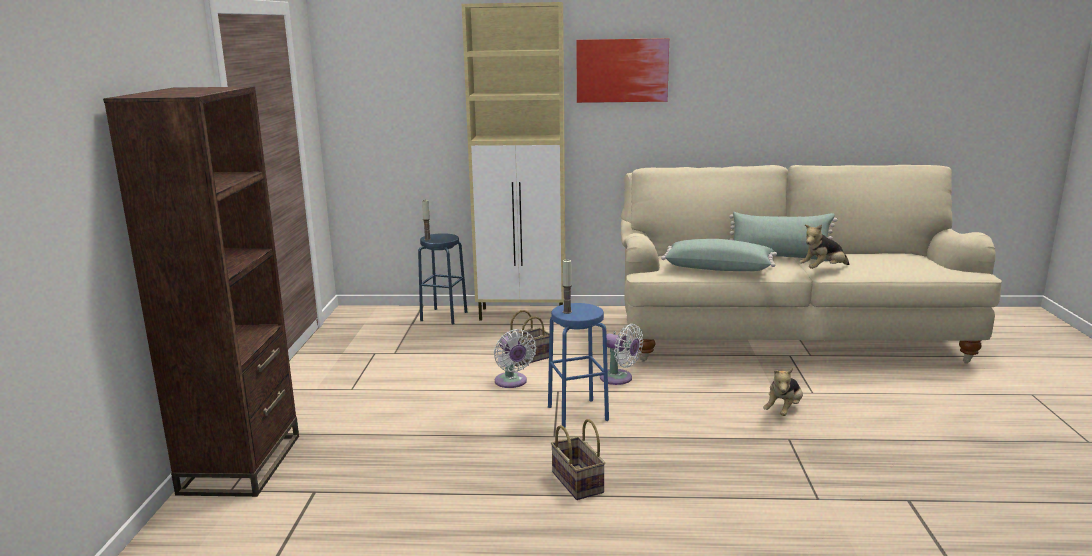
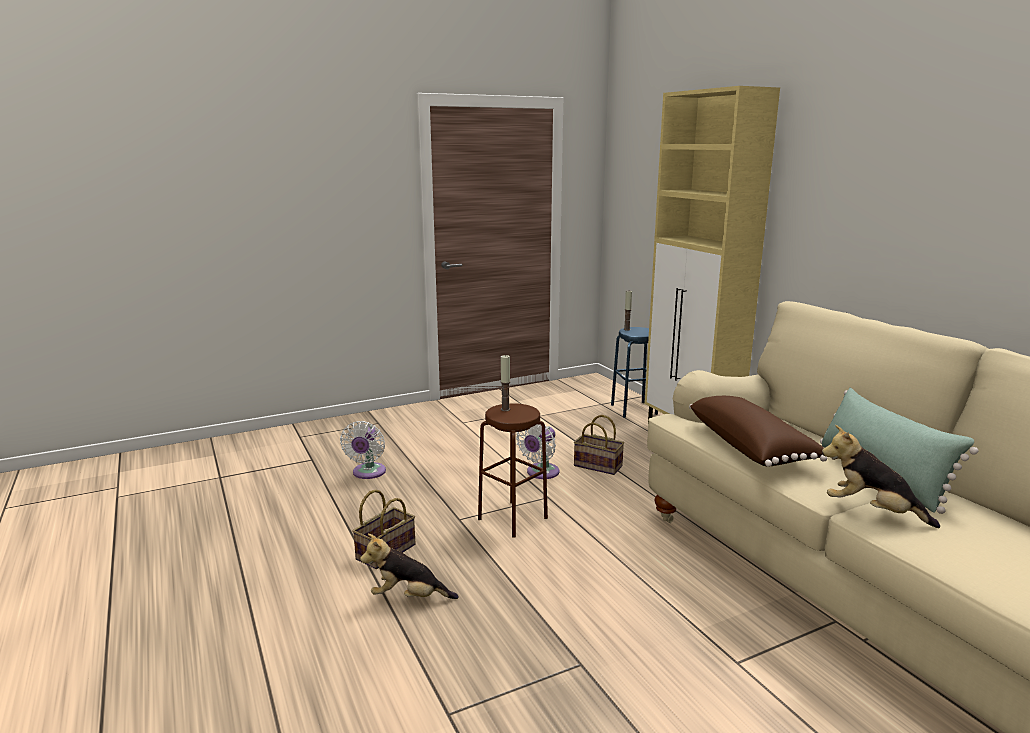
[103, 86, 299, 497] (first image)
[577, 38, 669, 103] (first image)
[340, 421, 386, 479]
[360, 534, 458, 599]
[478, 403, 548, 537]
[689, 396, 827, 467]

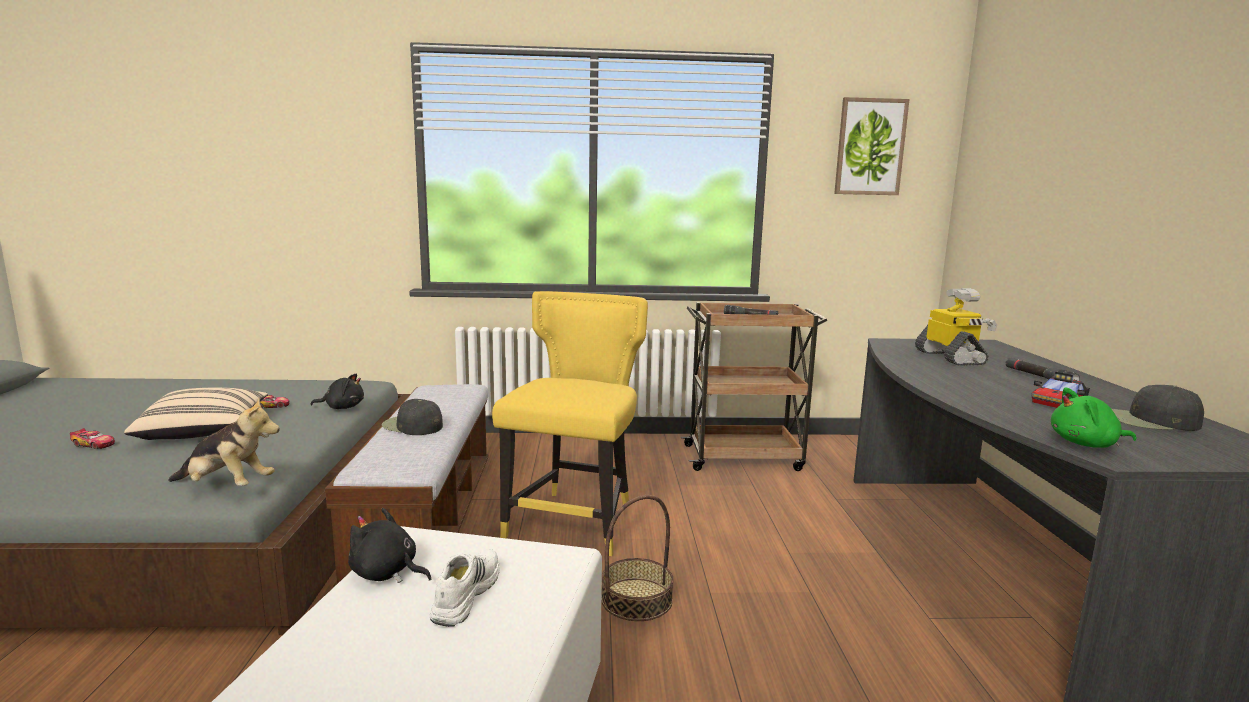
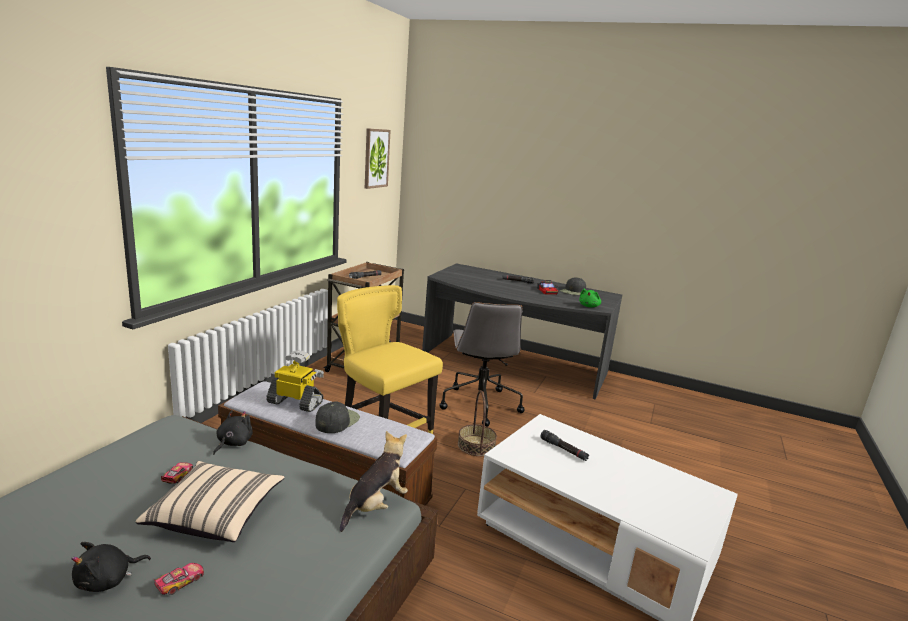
[439, 302, 525, 427]
[71, 542, 151, 592]
[266, 350, 324, 412]
[540, 430, 589, 461]
[315, 401, 360, 433]

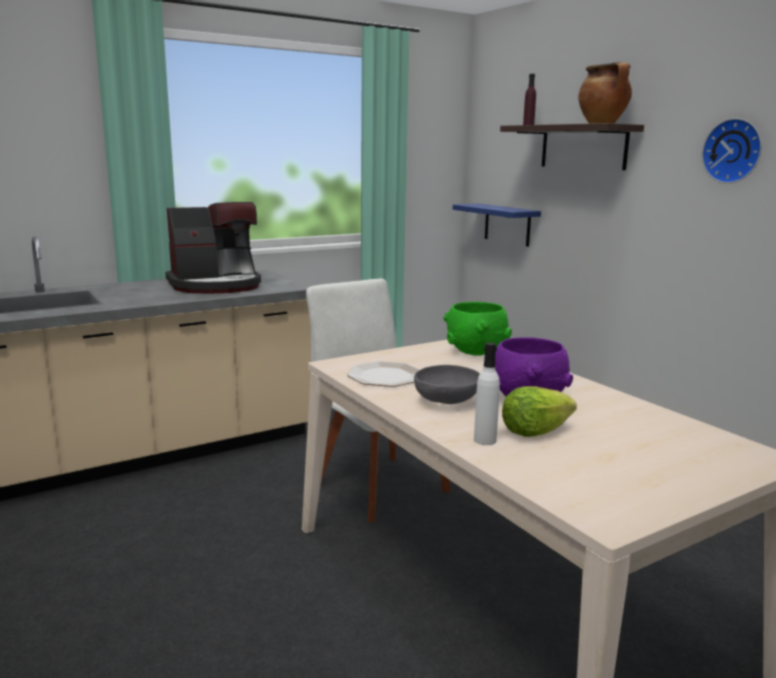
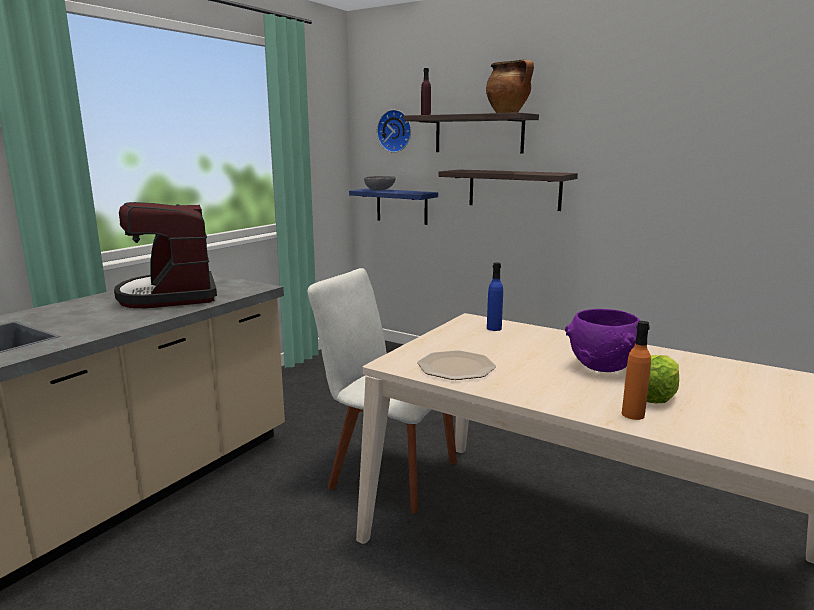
[439, 170, 578, 211]
[364, 176, 396, 191]
[377, 109, 411, 153]
[487, 262, 503, 331]
[622, 321, 651, 420]
[114, 202, 217, 308]

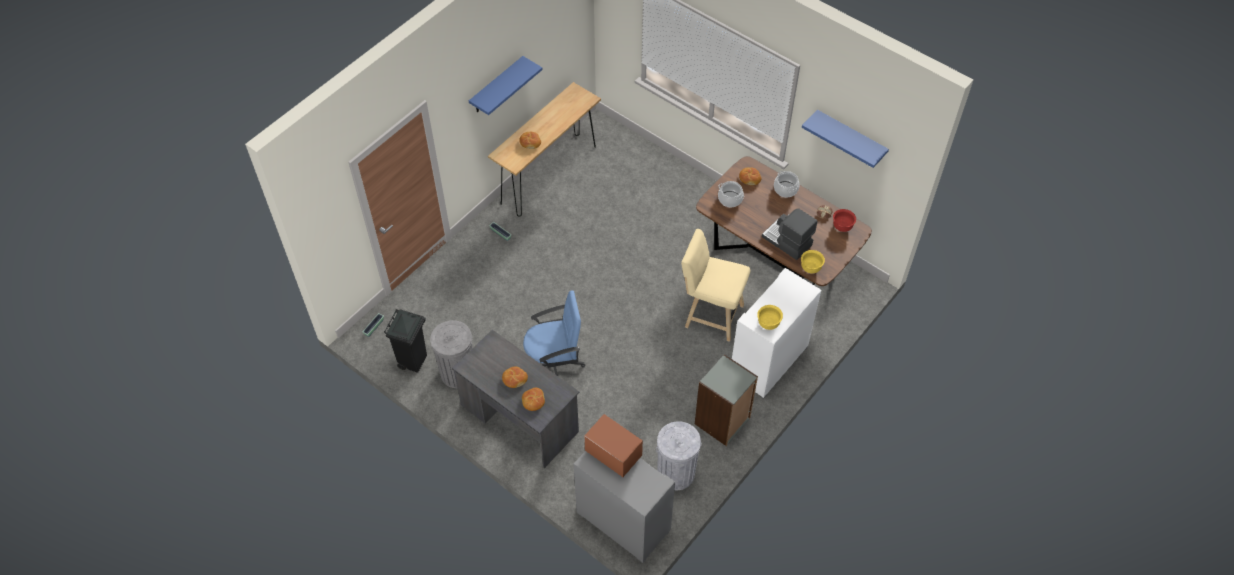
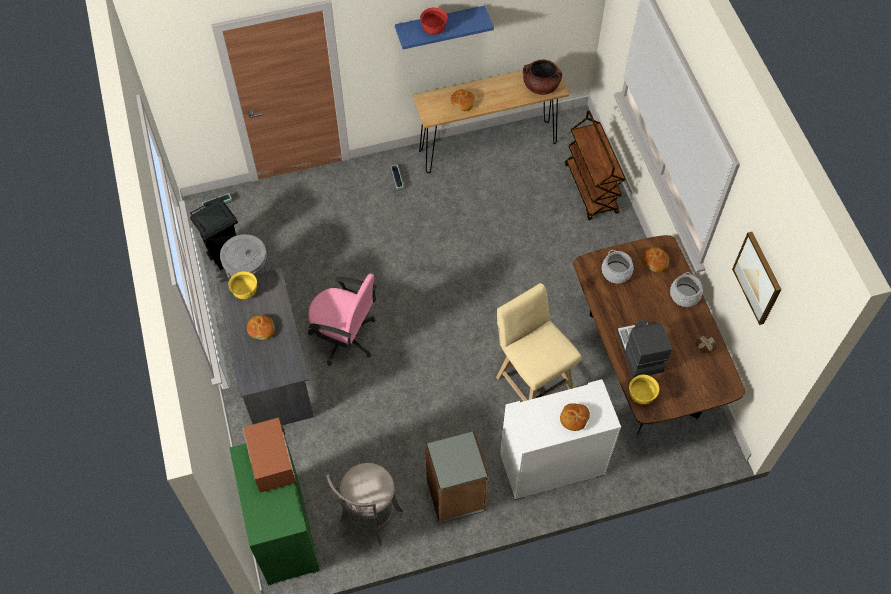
[523, 60, 562, 95]
[565, 110, 626, 220]
[560, 403, 590, 431]
[228, 271, 257, 299]
[420, 8, 448, 35]
[326, 463, 403, 545]
[732, 232, 781, 325]
[308, 273, 377, 366]
[230, 436, 320, 585]

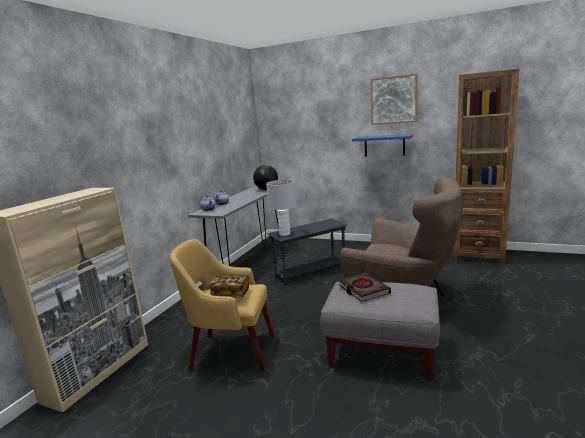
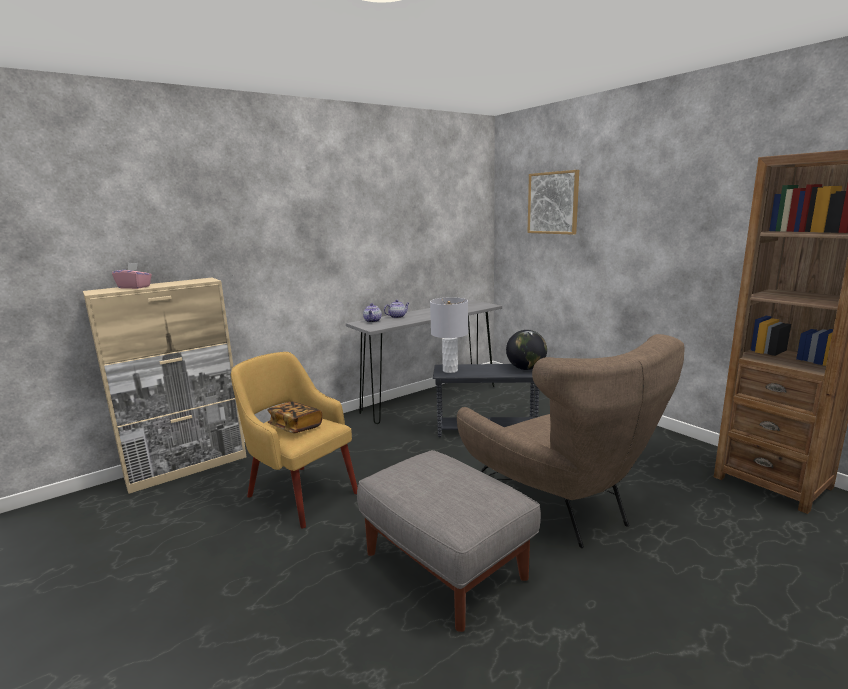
[339, 273, 391, 302] (first image)
[352, 134, 413, 157] (first image)
[112, 263, 152, 289]
[506, 330, 547, 370]
[527, 170, 579, 235]

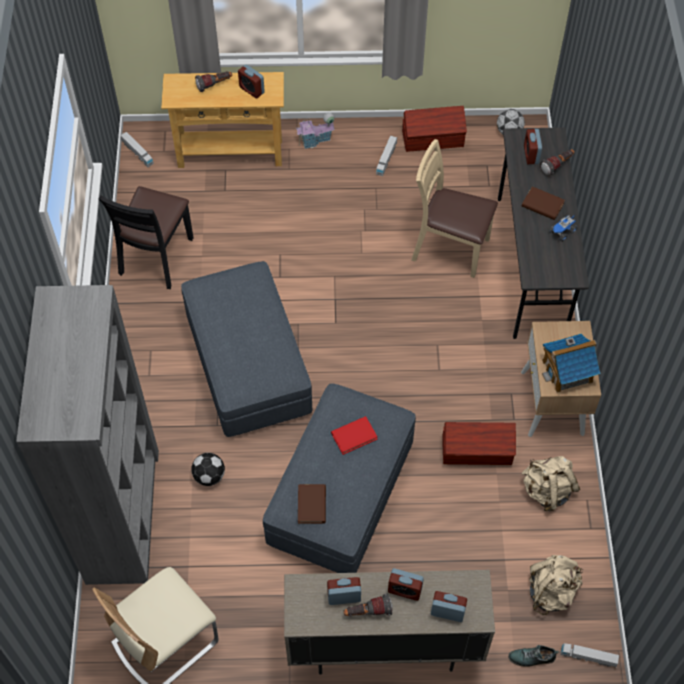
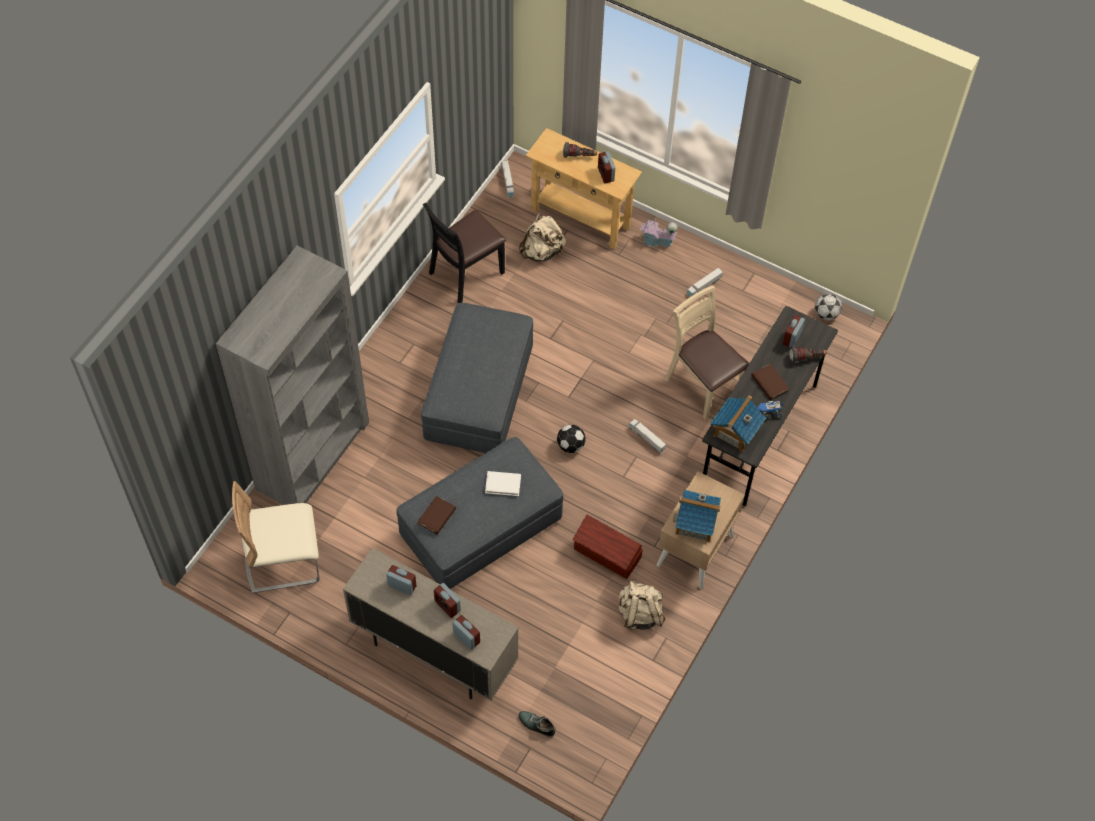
[344, 593, 393, 616] (first image)
[402, 106, 467, 152] (first image)
[710, 395, 766, 452]
[557, 425, 586, 453]
[519, 213, 566, 261]
[628, 419, 666, 454]
[485, 471, 521, 496]

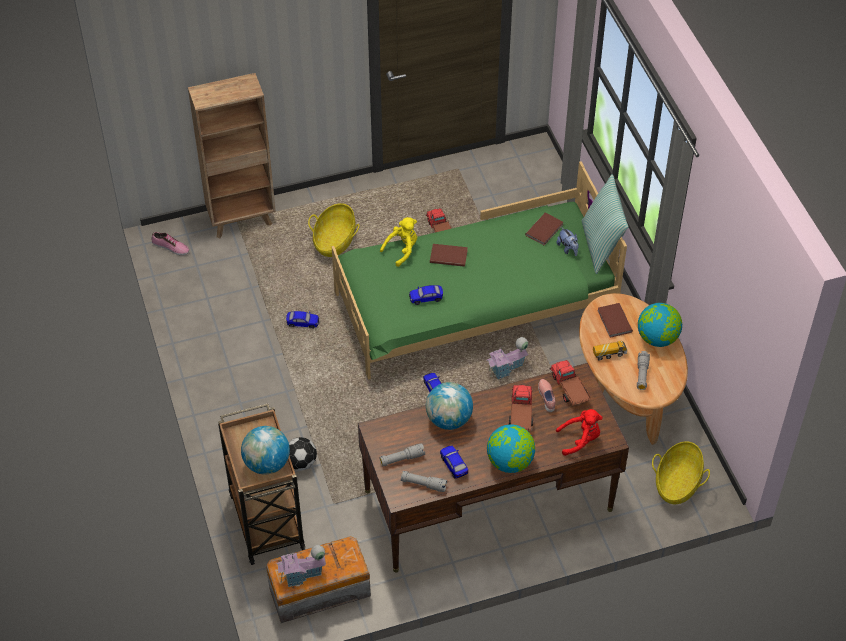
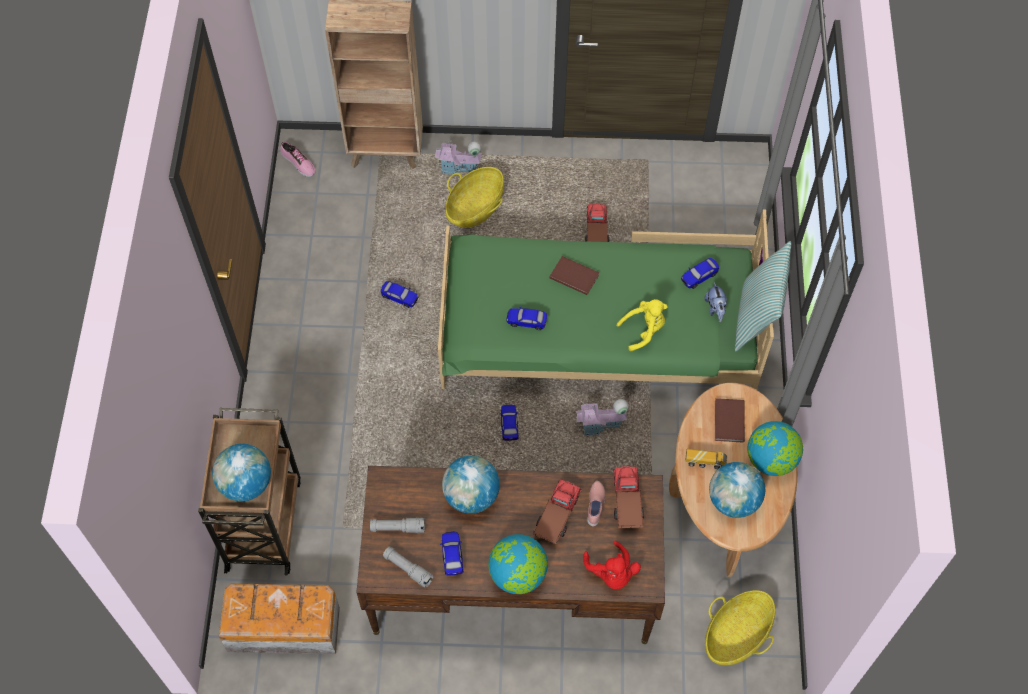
[289, 437, 317, 470] (first image)
[435, 141, 482, 175]
[616, 299, 667, 351]
[681, 258, 719, 289]
[709, 462, 765, 518]
[583, 541, 641, 589]

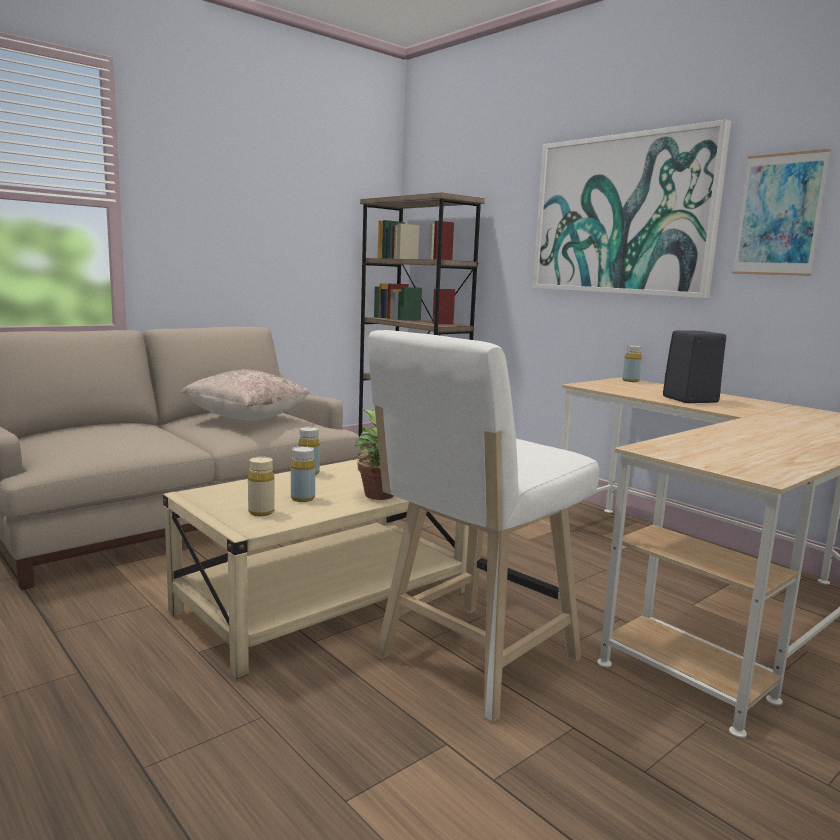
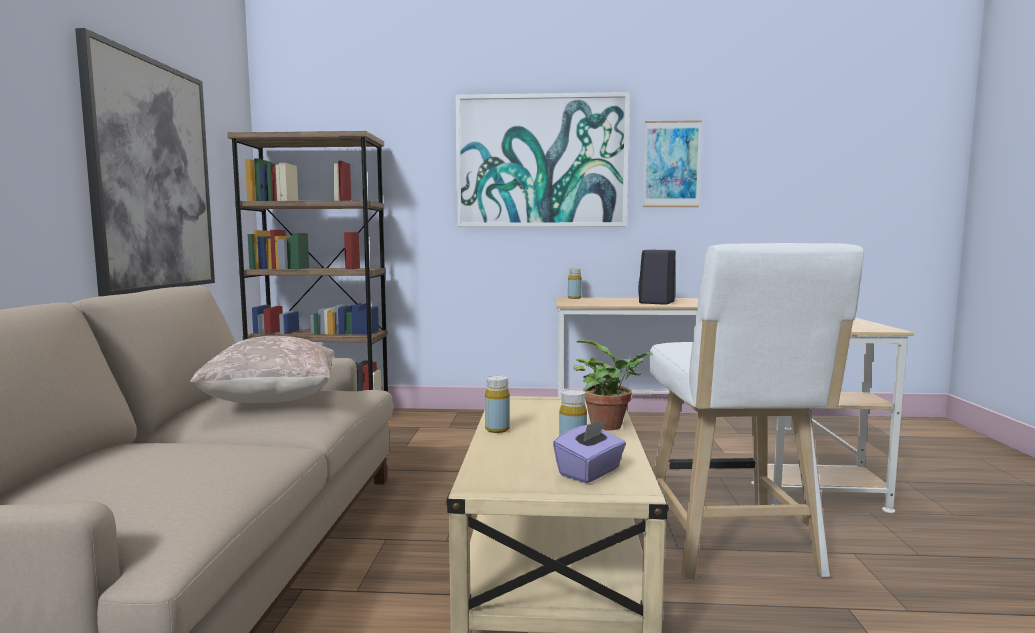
[75, 28, 215, 296]
[553, 419, 626, 483]

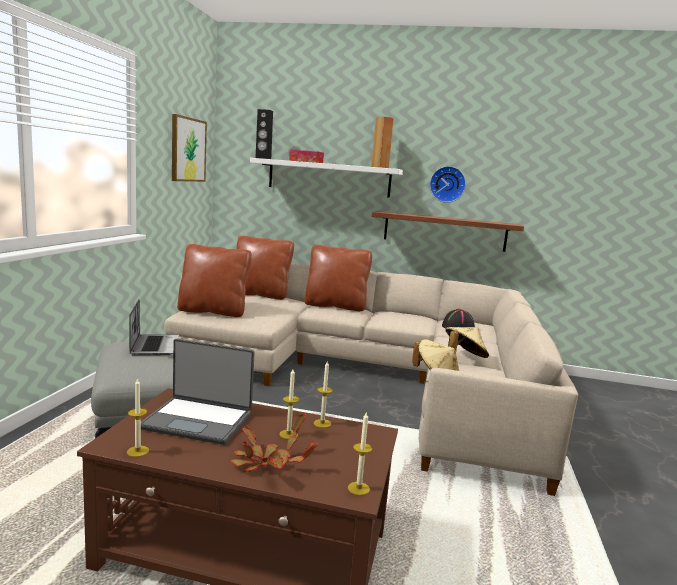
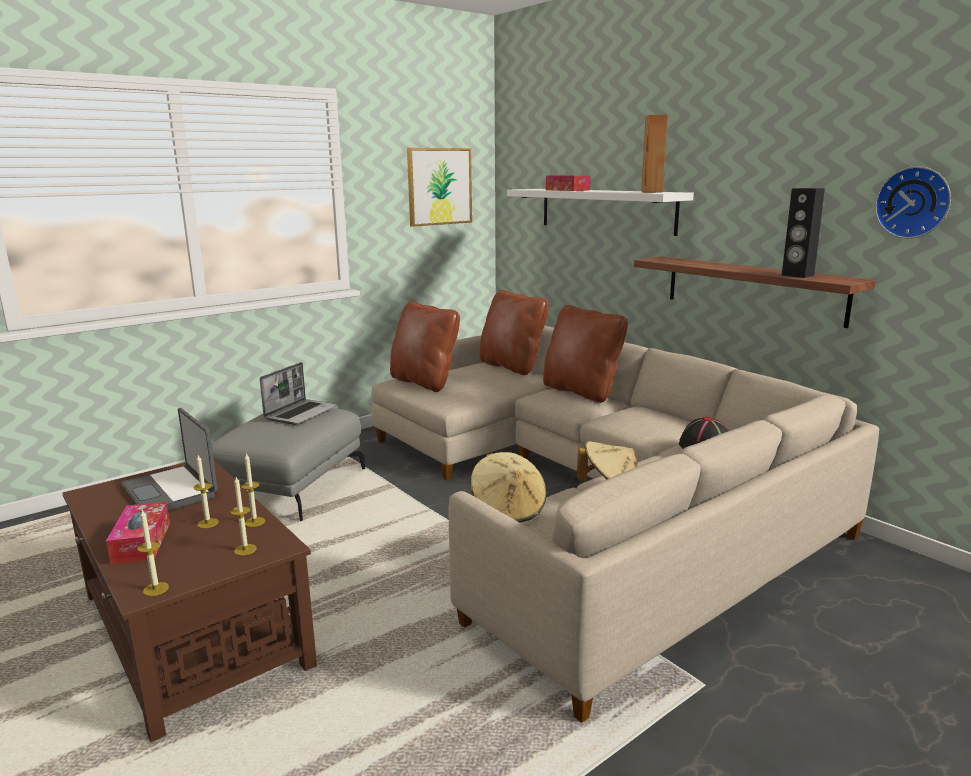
[231, 477, 257, 556]
[782, 188, 825, 278]
[875, 166, 951, 239]
[106, 502, 170, 564]

